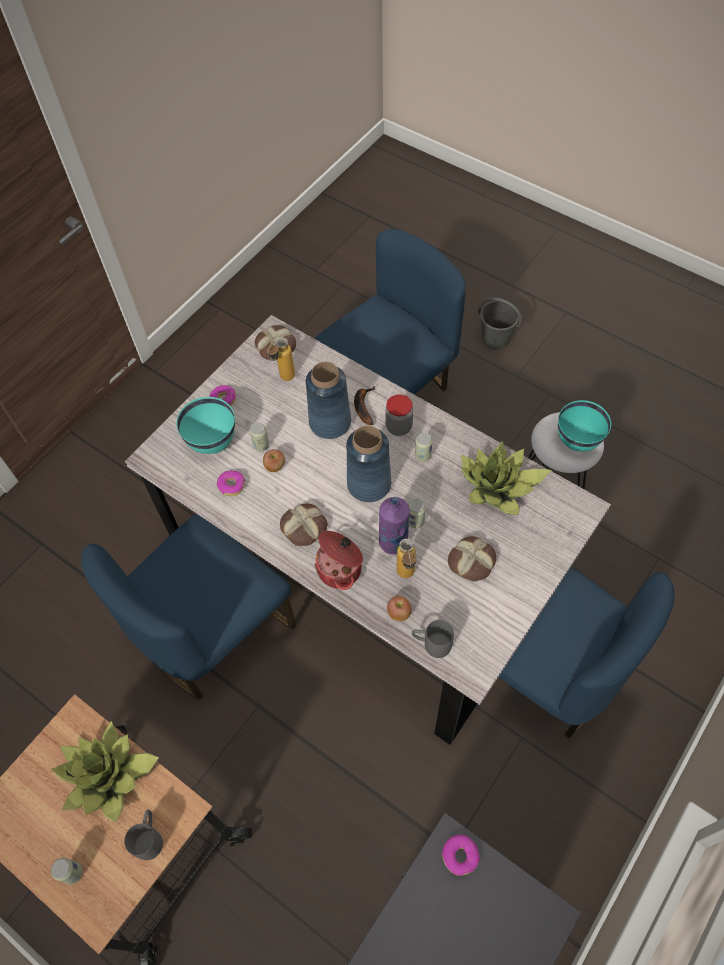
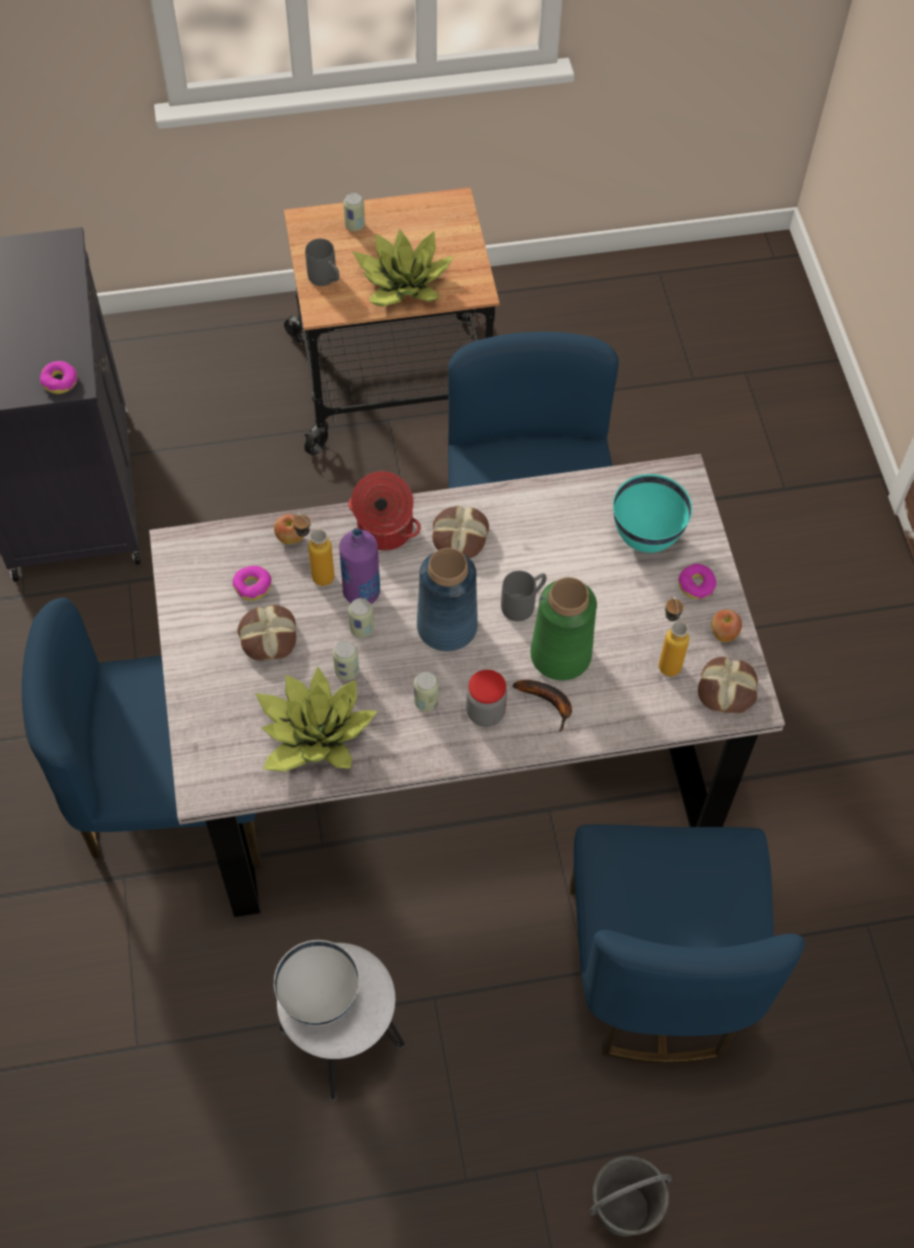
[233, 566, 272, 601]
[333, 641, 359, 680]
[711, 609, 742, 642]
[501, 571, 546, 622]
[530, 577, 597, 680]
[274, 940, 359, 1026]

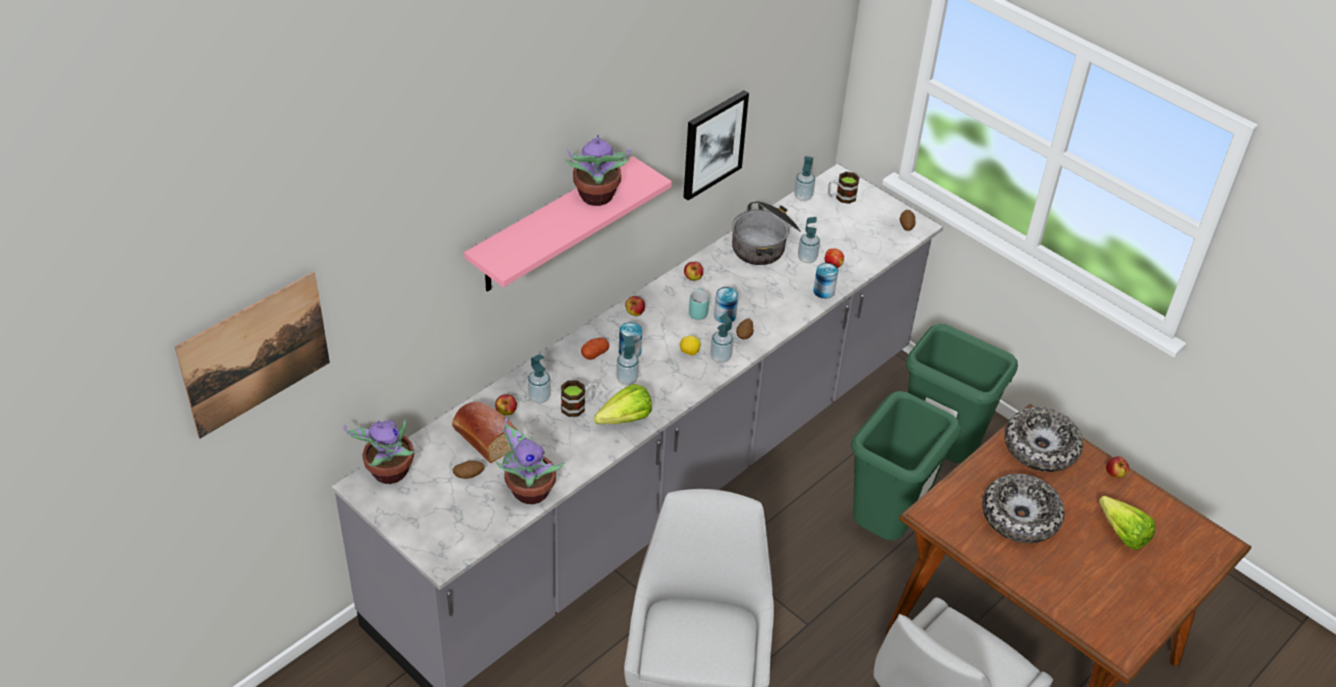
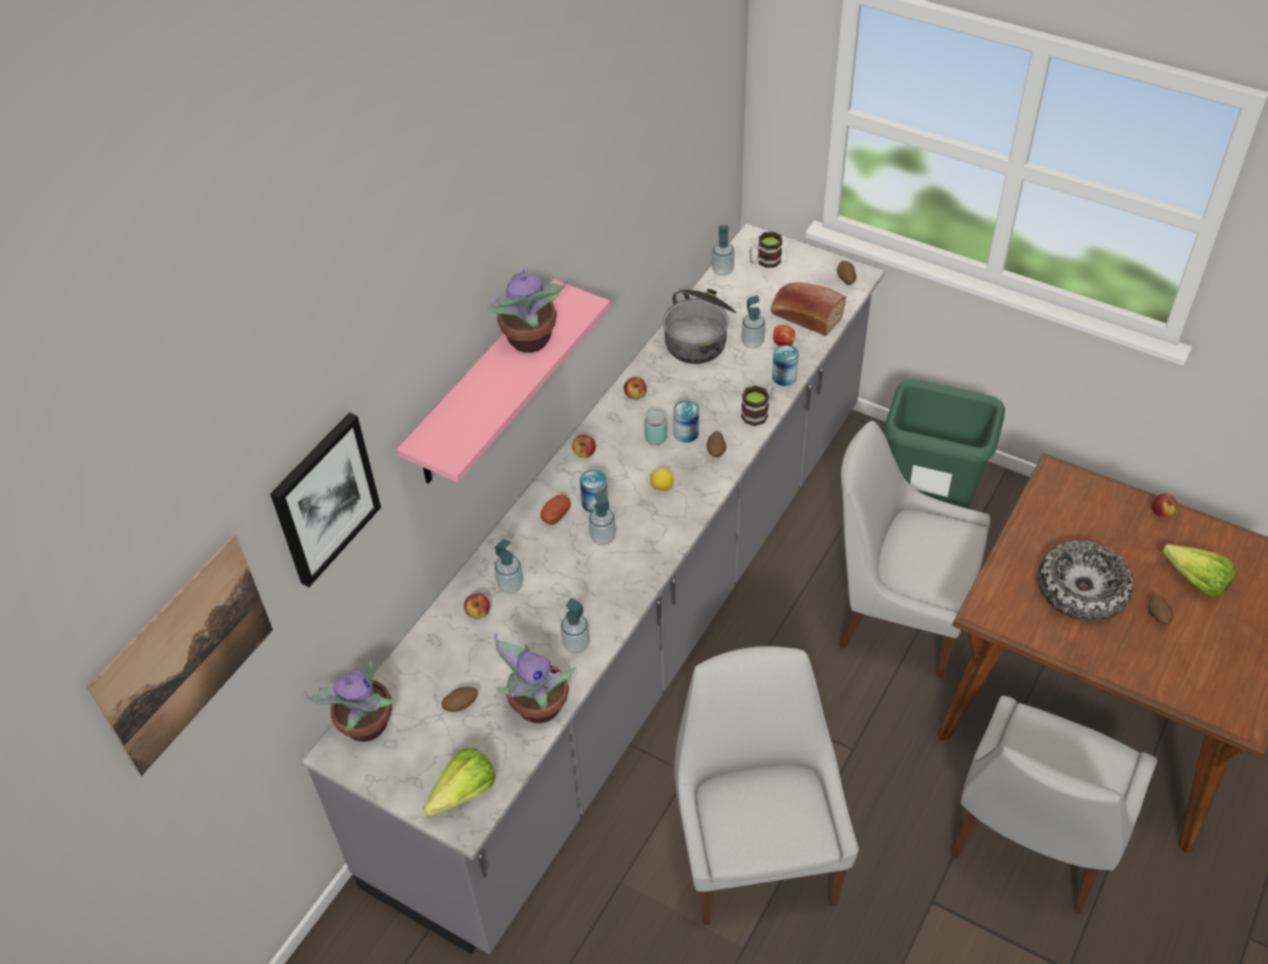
[1004, 407, 1083, 472] (first image)
[1148, 594, 1174, 624]
[771, 282, 846, 336]
[741, 385, 774, 426]
[423, 748, 495, 817]
[270, 412, 381, 587]
[561, 598, 590, 653]
[839, 421, 990, 678]

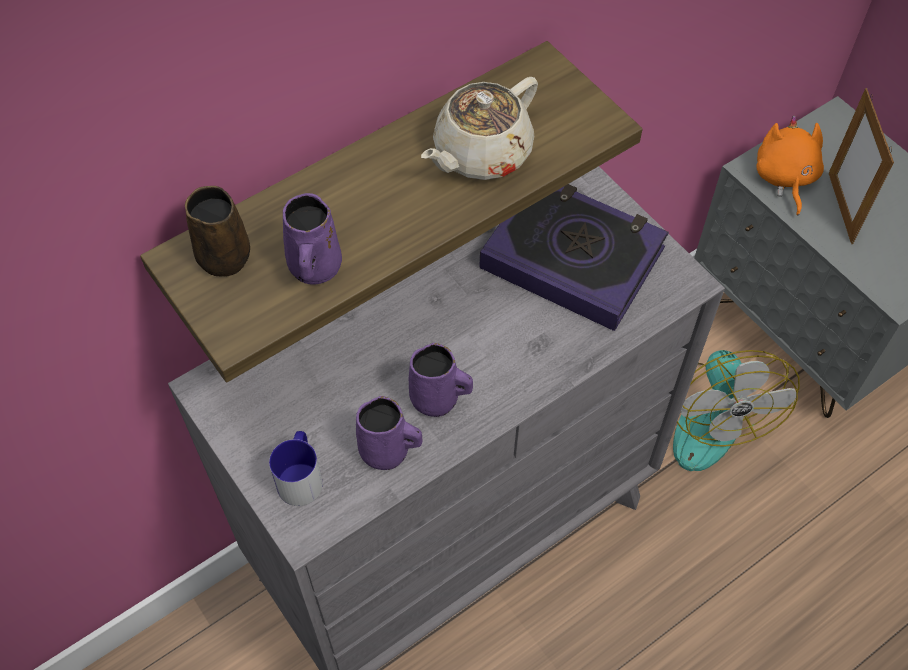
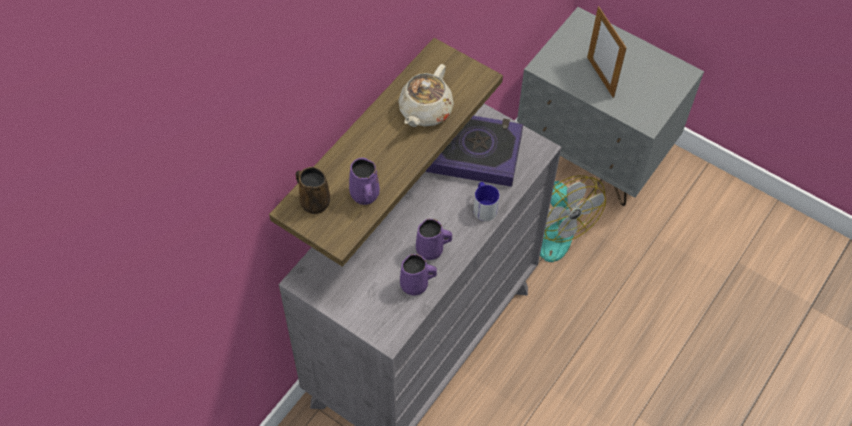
[756, 115, 824, 216] (first image)
[473, 182, 500, 221]

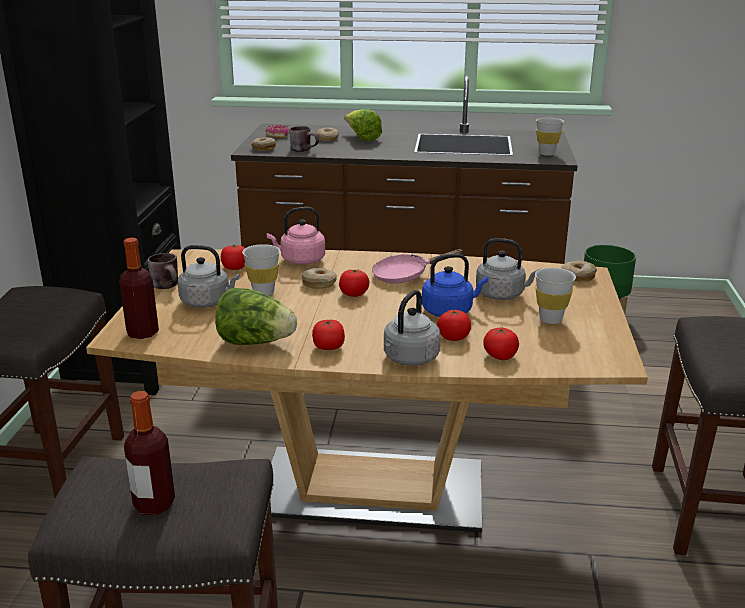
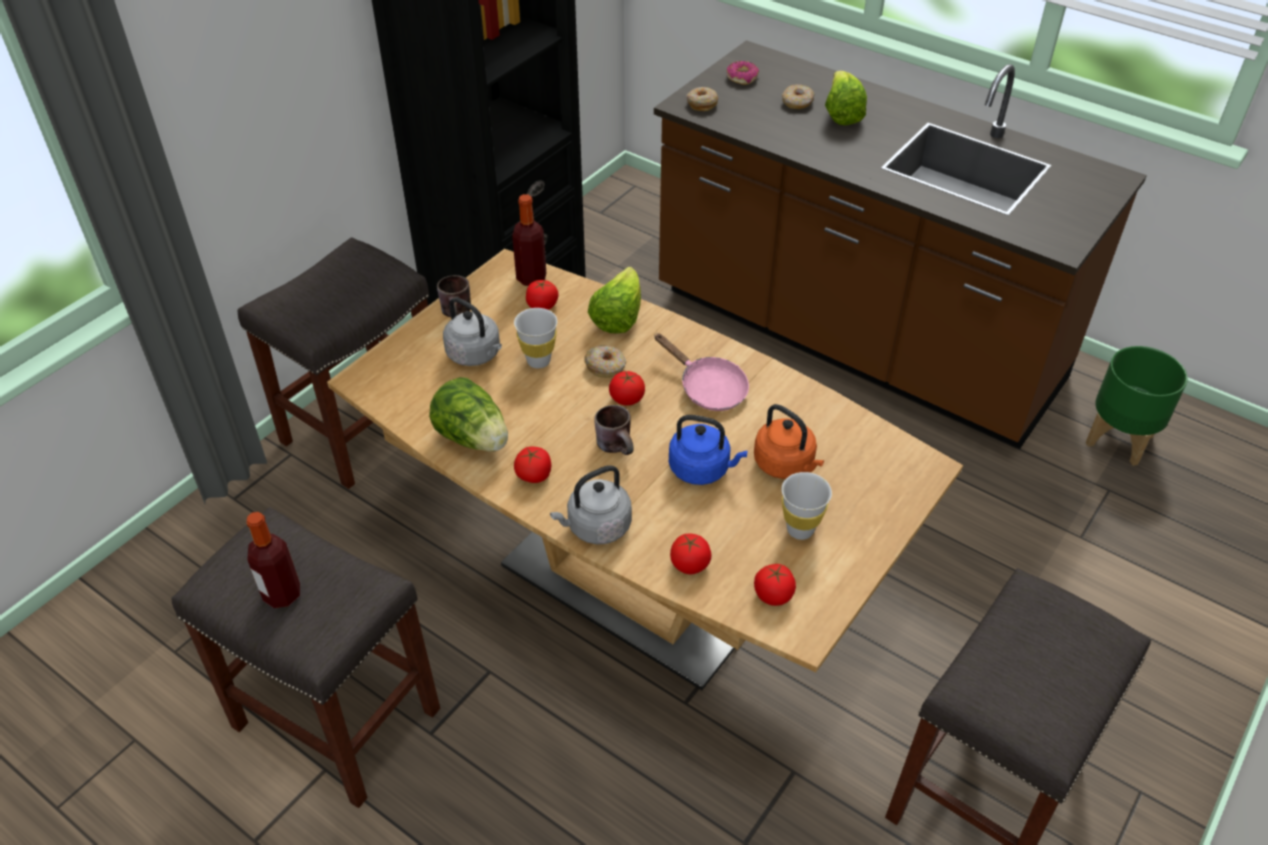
[536, 118, 564, 156] (first image)
[561, 261, 597, 282] (first image)
[512, 194, 546, 286]
[594, 405, 634, 455]
[754, 564, 796, 606]
[588, 267, 641, 333]
[754, 404, 824, 479]
[654, 334, 749, 411]

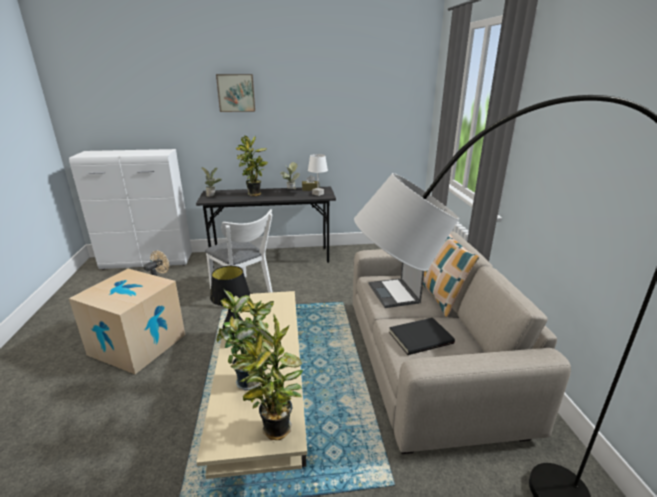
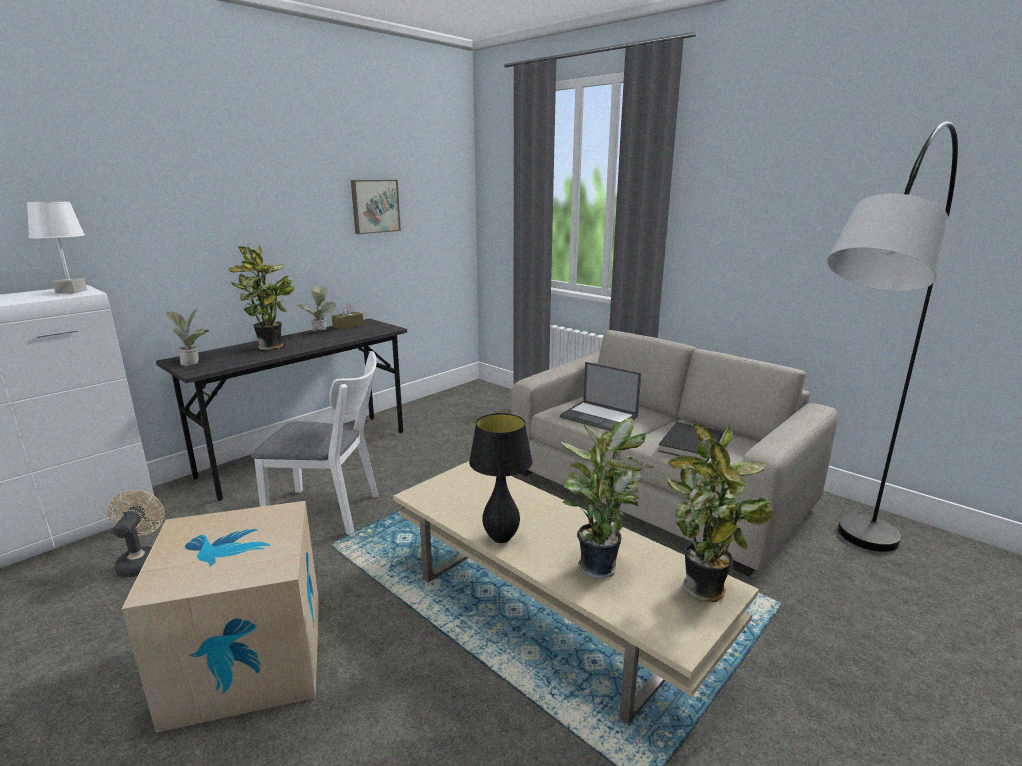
[423, 234, 479, 317] (first image)
[351, 180, 401, 234]
[27, 201, 87, 293]

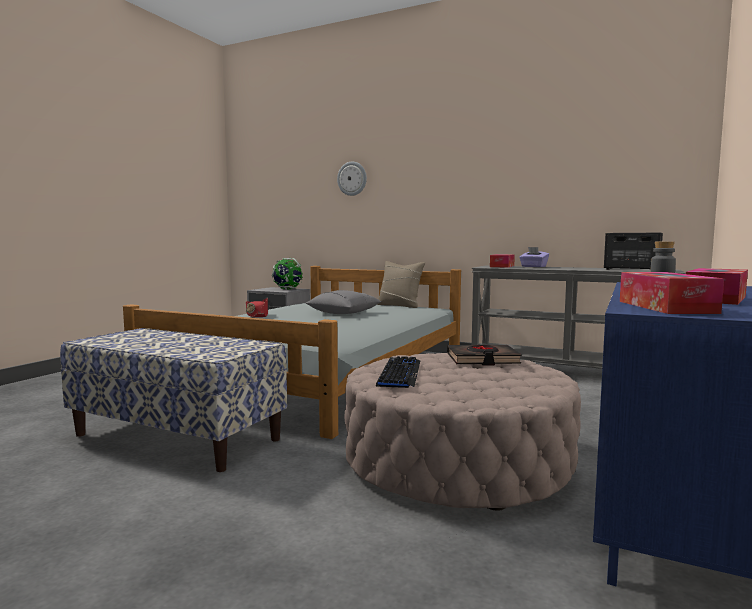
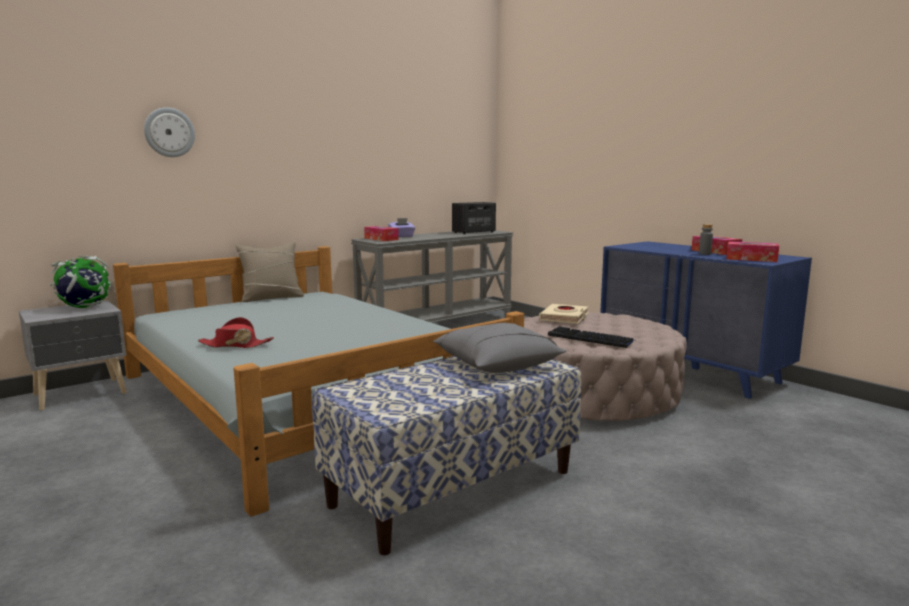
[433, 323, 566, 373]
[539, 304, 588, 324]

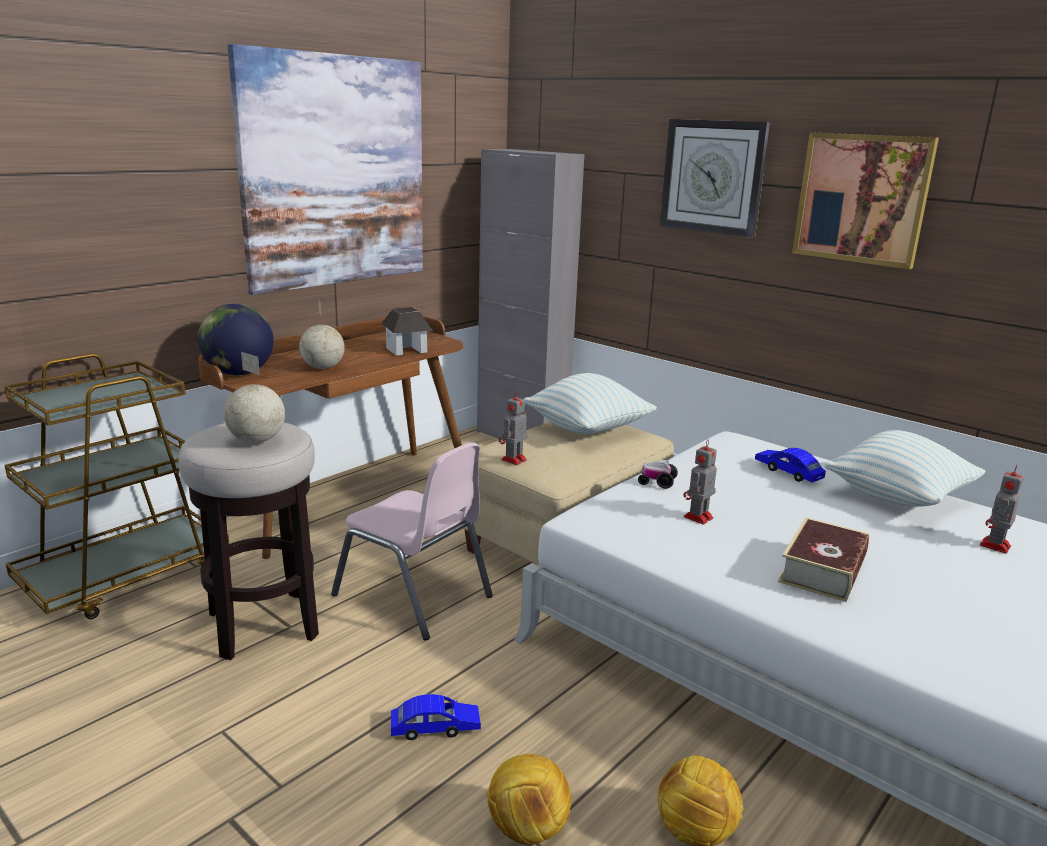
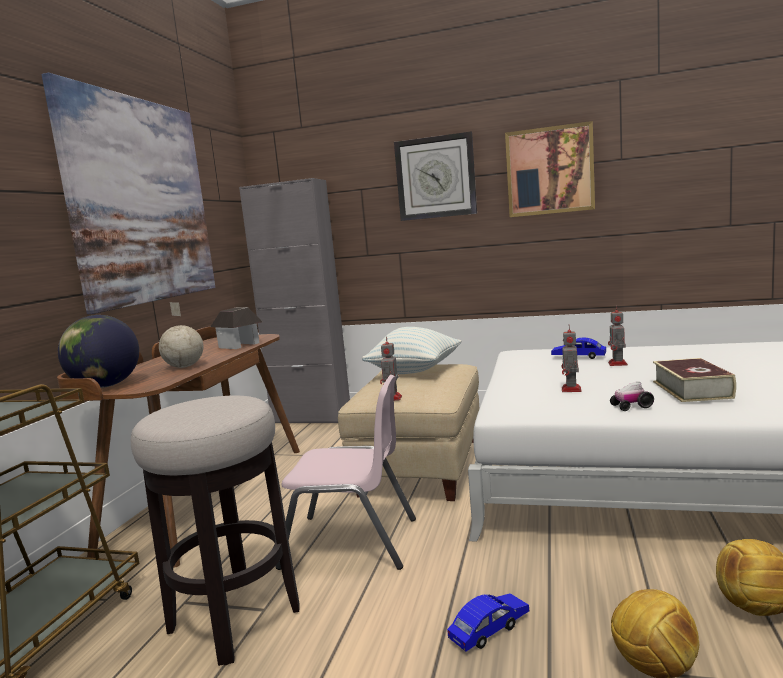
[224, 352, 285, 443] (first image)
[824, 430, 986, 507] (first image)
[610, 381, 654, 411]
[608, 305, 628, 366]

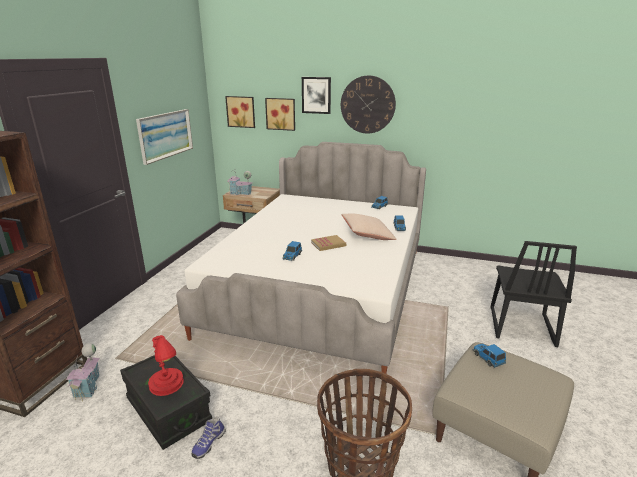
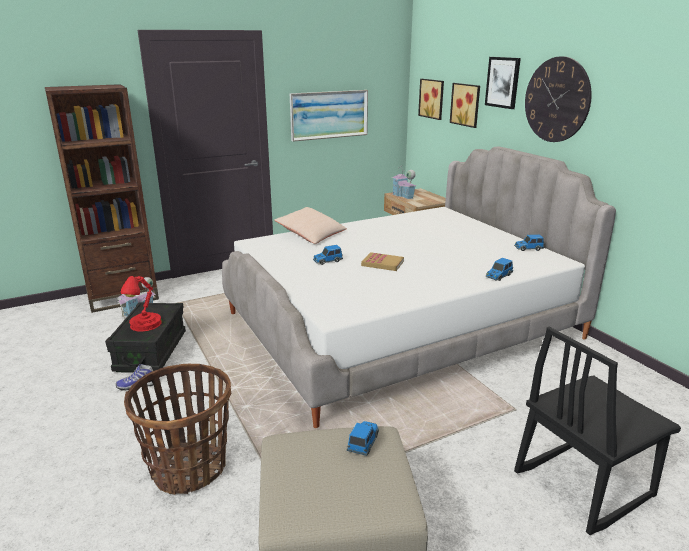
[274, 207, 347, 244]

